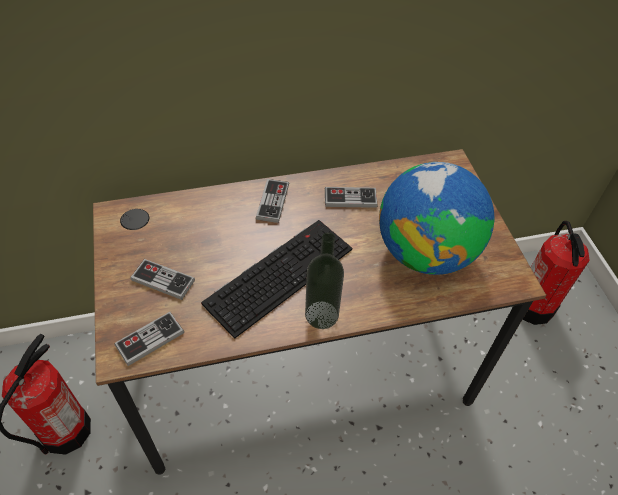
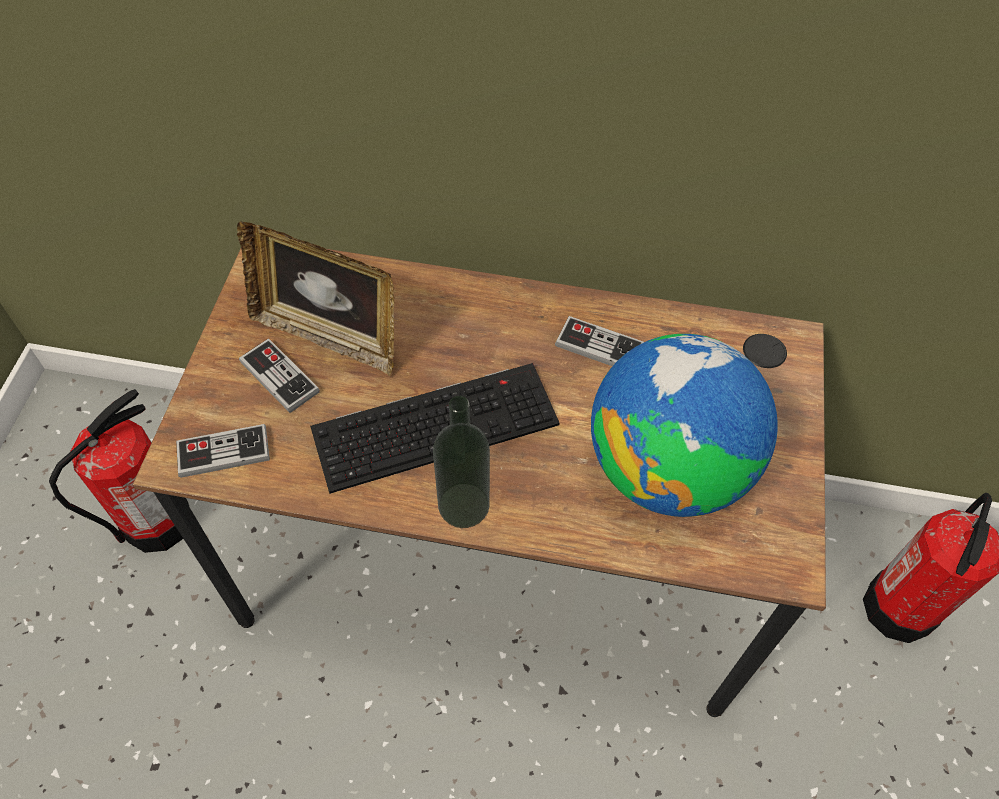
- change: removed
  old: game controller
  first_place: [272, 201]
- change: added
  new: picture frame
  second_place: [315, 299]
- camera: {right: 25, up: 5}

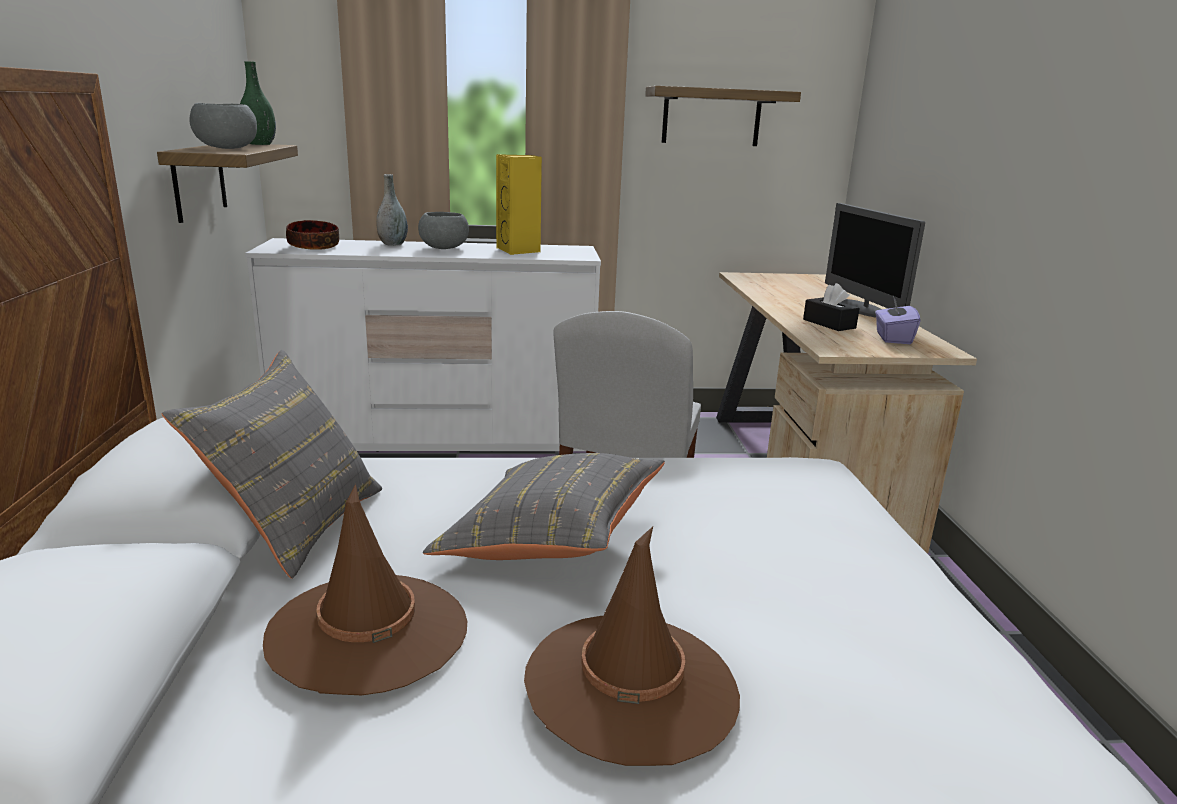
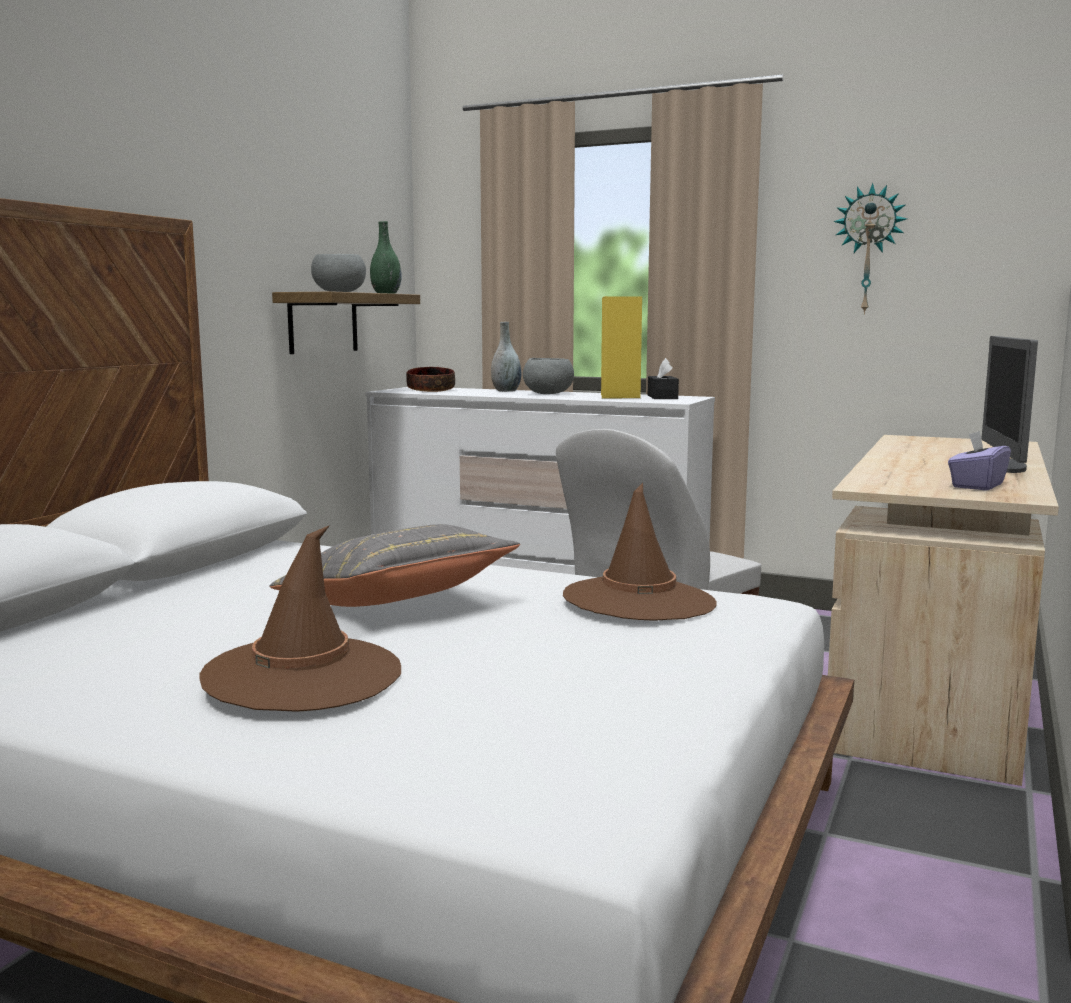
- change: removed
  old: pillow in grey
  first_place: [271, 464]
- change: moved
  old: hat in brown
  first_place: [365, 589]
  second_place: [640, 552]
- change: replaced
  old: shelf
  new: wall clock
  first_place: [723, 116]
  second_place: [870, 249]
- change: moved
  old: tissue box in black
  first_place: [831, 307]
  second_place: [663, 378]
- camera: {right: 30, up: -10}

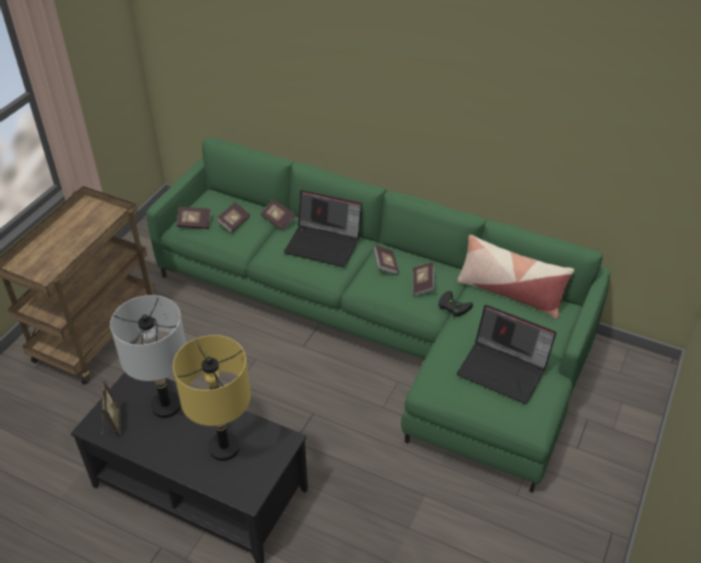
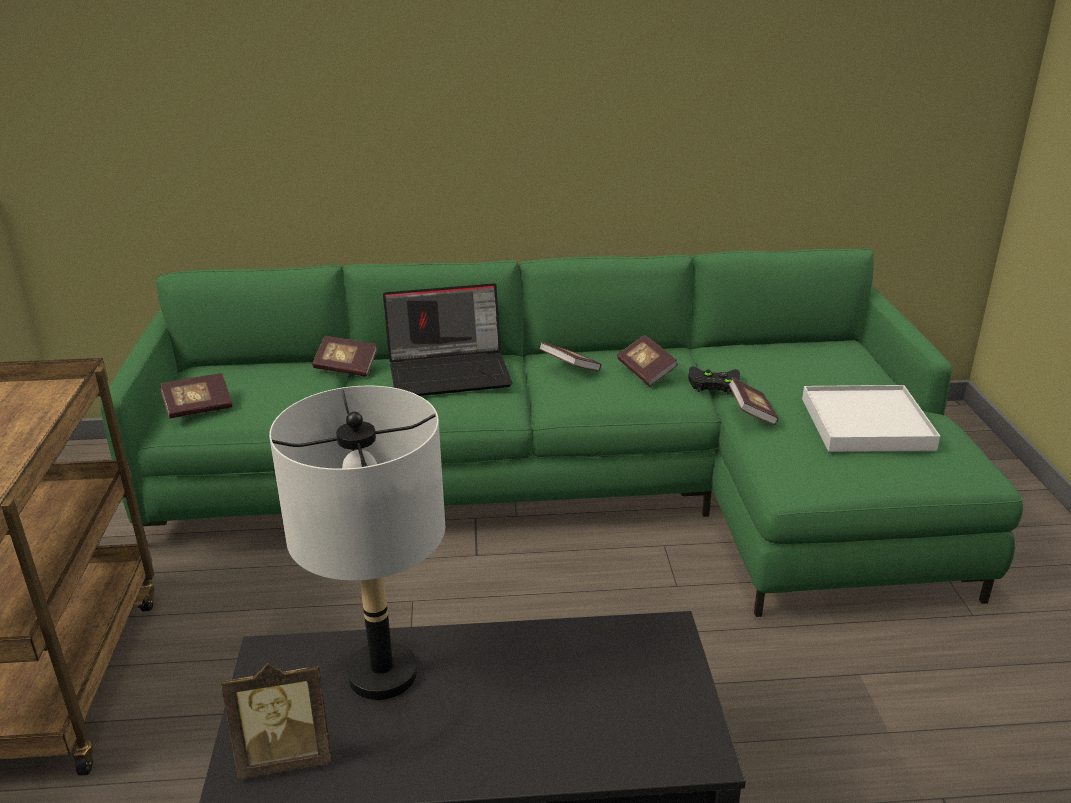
- change: turned
  old: picture frame
  first_place: [111, 409]
  second_place: [276, 721]
  degrees: 120
- change: removed
  old: table lamp in yellow
  first_place: [212, 398]
- change: moved
  old: book
  first_place: [233, 217]
  second_place: [753, 401]
- change: replaced
  old: laptop
  new: tray in white
  first_place: [506, 354]
  second_place: [871, 418]
- change: removed
  old: pillow
  first_place: [515, 277]
- camera: {right: -30, up: -15}

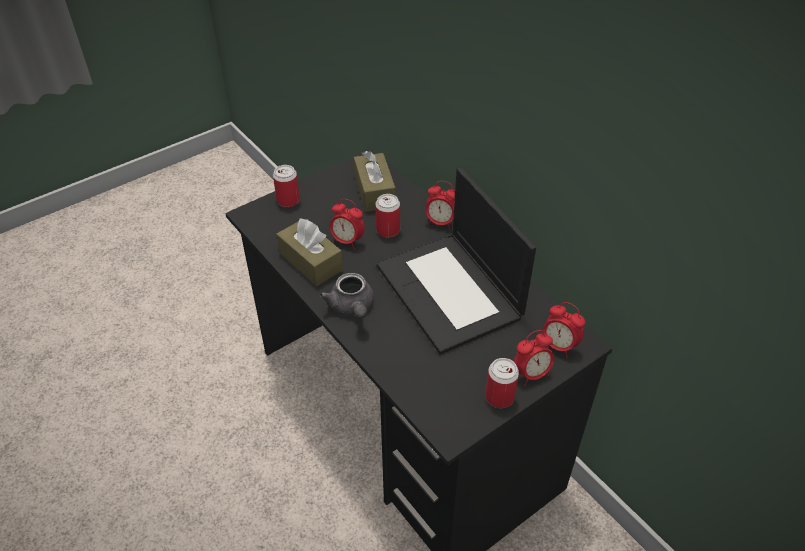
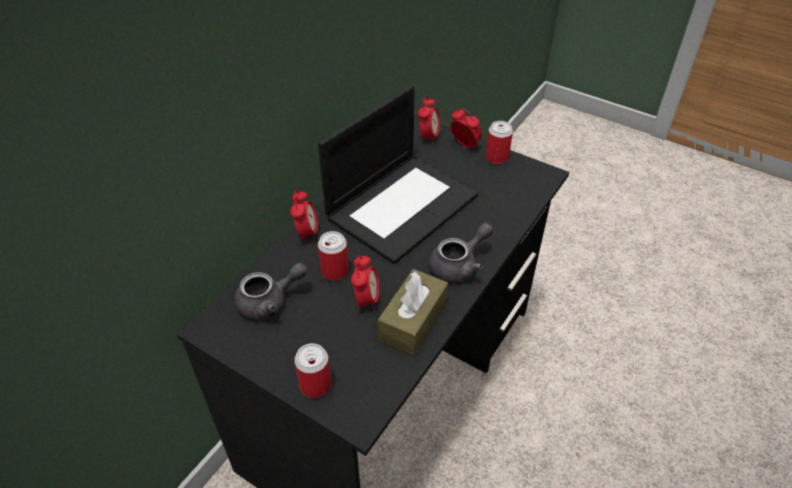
- change: replaced
  old: tissue box in brown
  new: teapot in grey
  first_place: [375, 181]
  second_place: [271, 291]
- camera: {right: -110, up: 0}

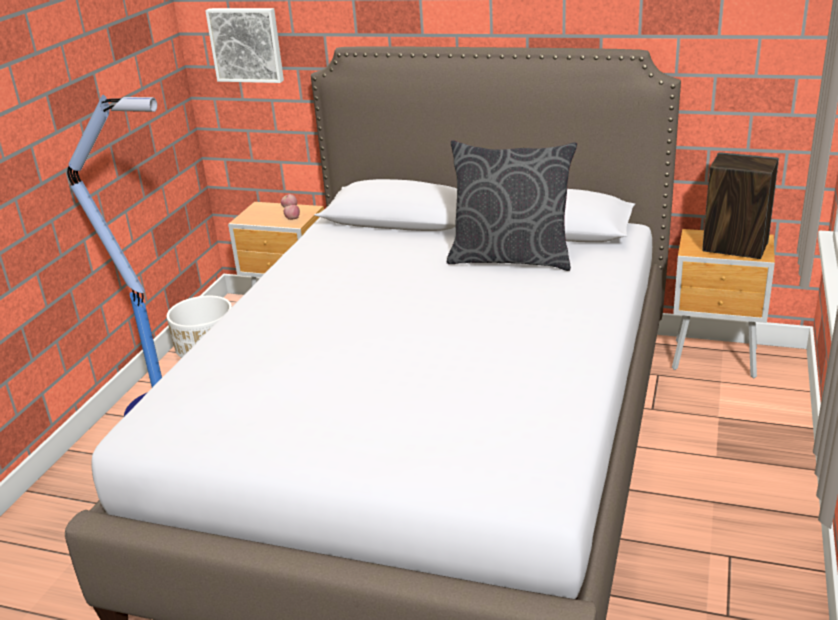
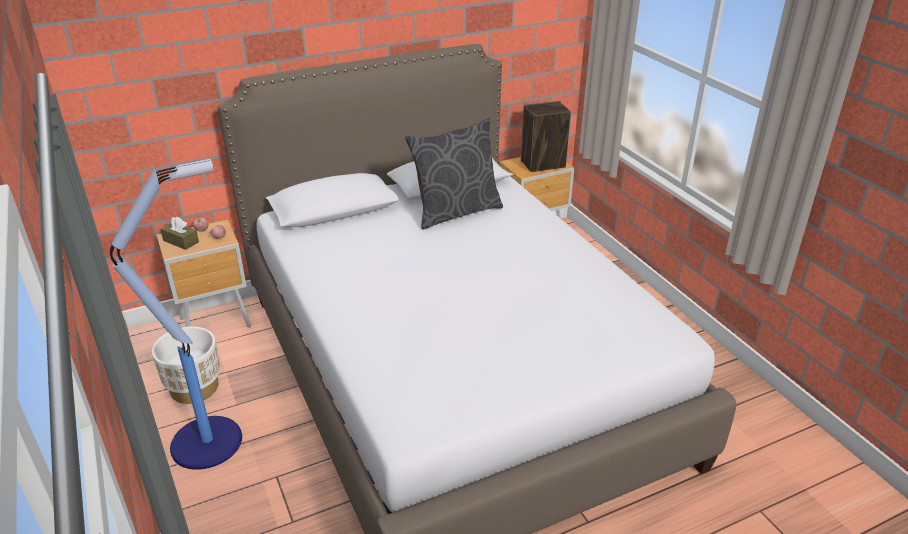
- change: removed
  old: picture
  first_place: [244, 45]
- change: added
  new: tissue box in brown
  second_place: [179, 233]
- camera: {right: -45, up: 5}

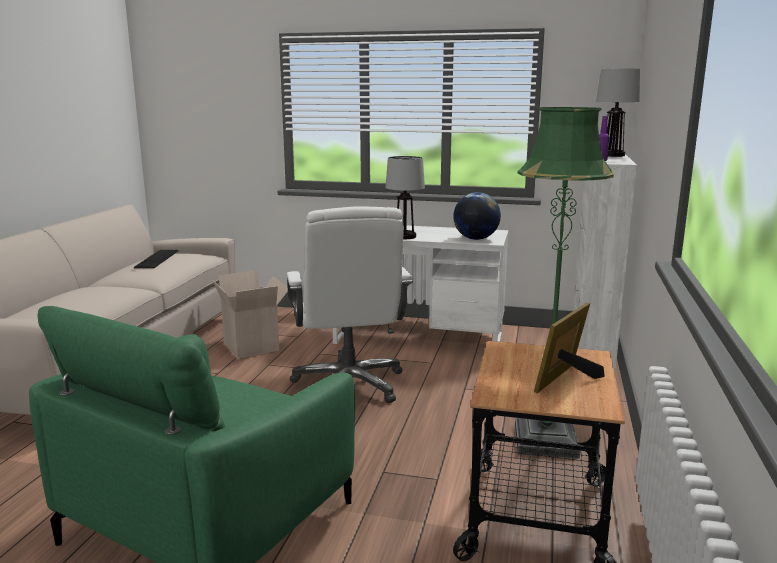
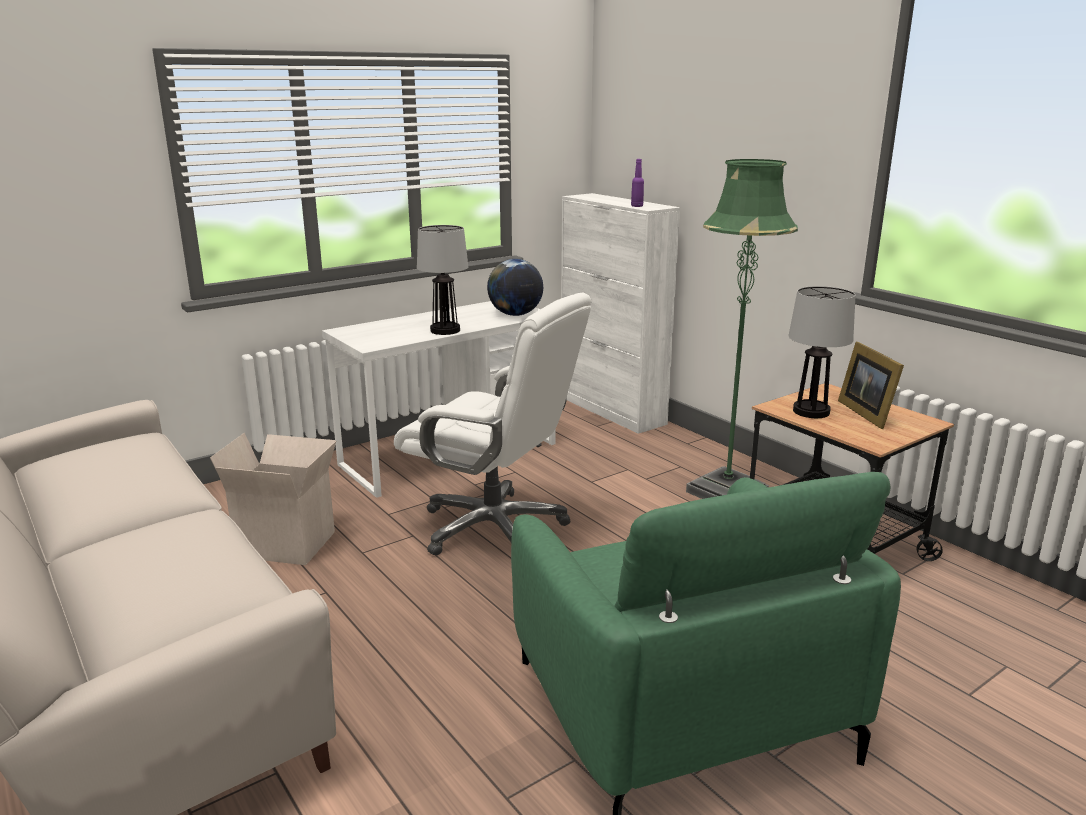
- change: removed
  old: keyboard
  first_place: [156, 259]
- change: moved
  old: table lamp
  first_place: [618, 112]
  second_place: [821, 352]
- camera: {right: -50, up: 5}

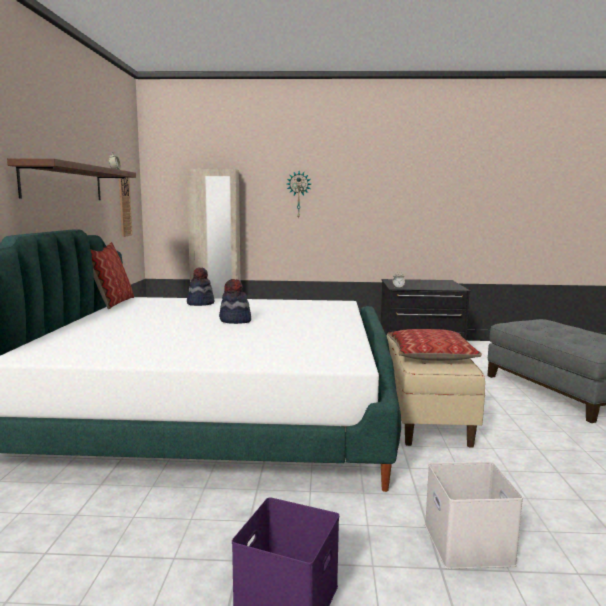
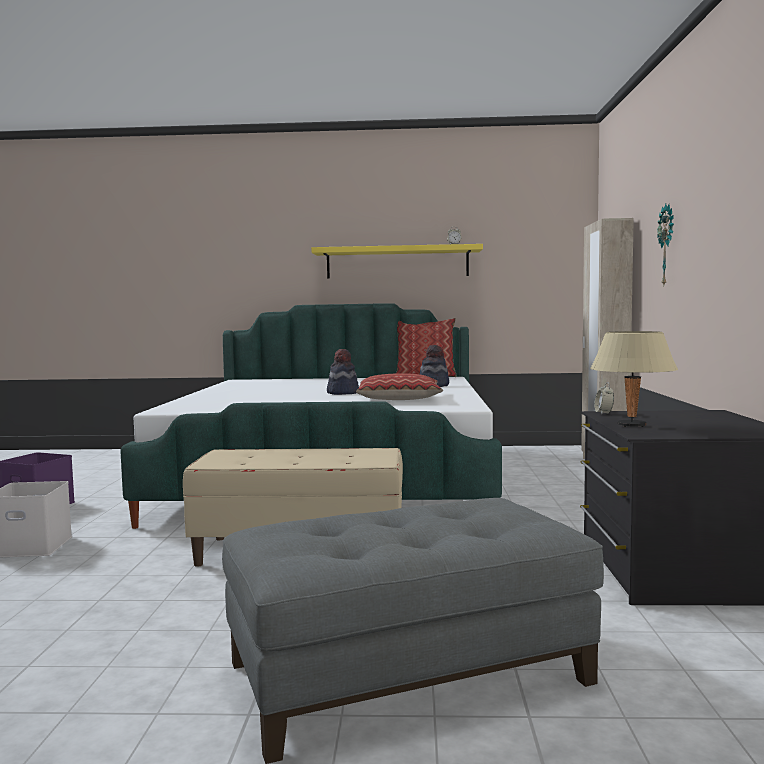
- change: recoloured
  old: shelf in brown
  new: shelf in yellow
  first_place: [71, 179]
  second_place: [397, 261]
- change: removed
  old: wall clock
  first_place: [125, 207]
- change: moved
  old: pillow
  first_place: [435, 345]
  second_place: [399, 386]
- change: added
  new: table lamp in beige
  second_place: [634, 379]
- camera: {right: 90, up: -5}

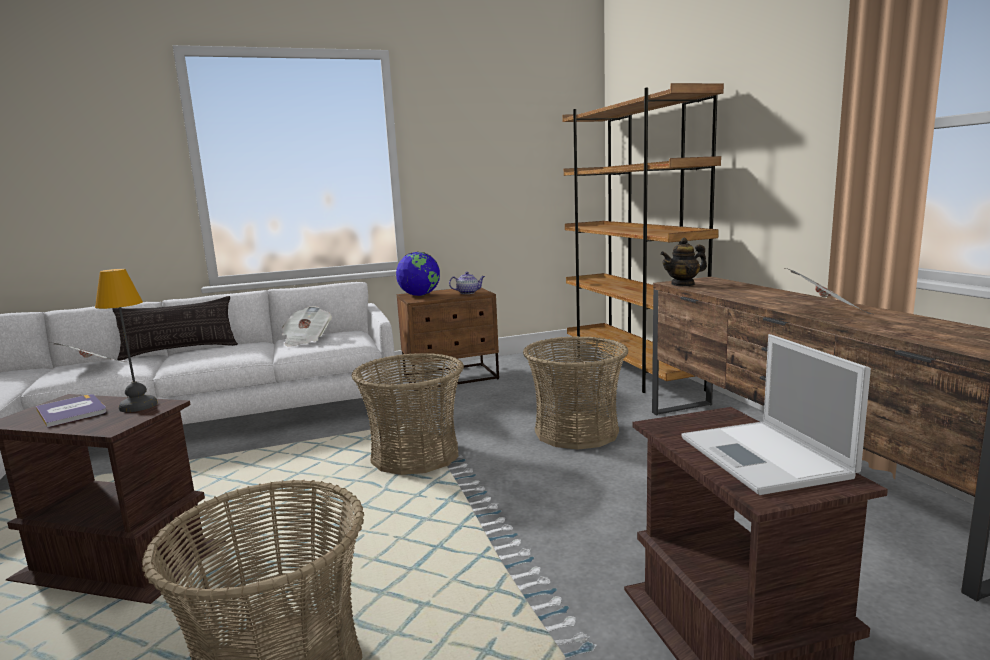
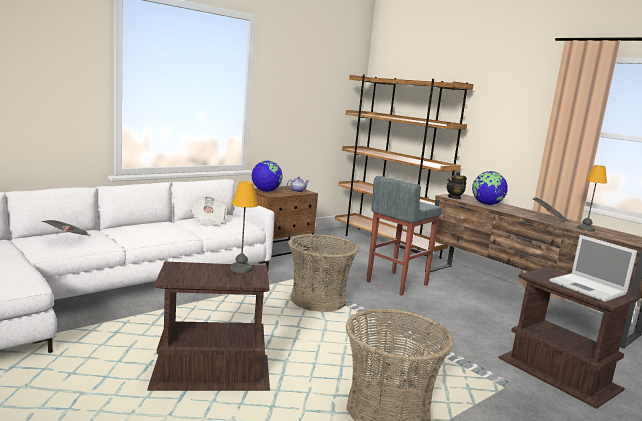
- change: removed
  old: book
  first_place: [71, 410]
- change: removed
  old: pillow
  first_place: [175, 328]
- change: replaced
  old: basket
  new: stool in grey
  first_place: [576, 393]
  second_place: [404, 236]
- change: added
  new: globe
  second_place: [490, 188]
- change: added
  new: table lamp
  second_place: [592, 198]
- camera: {right: -25, up: 0}

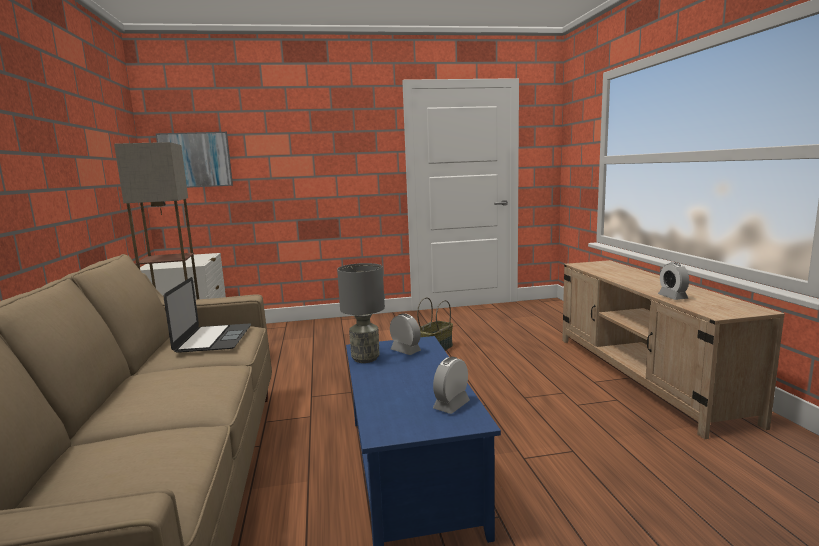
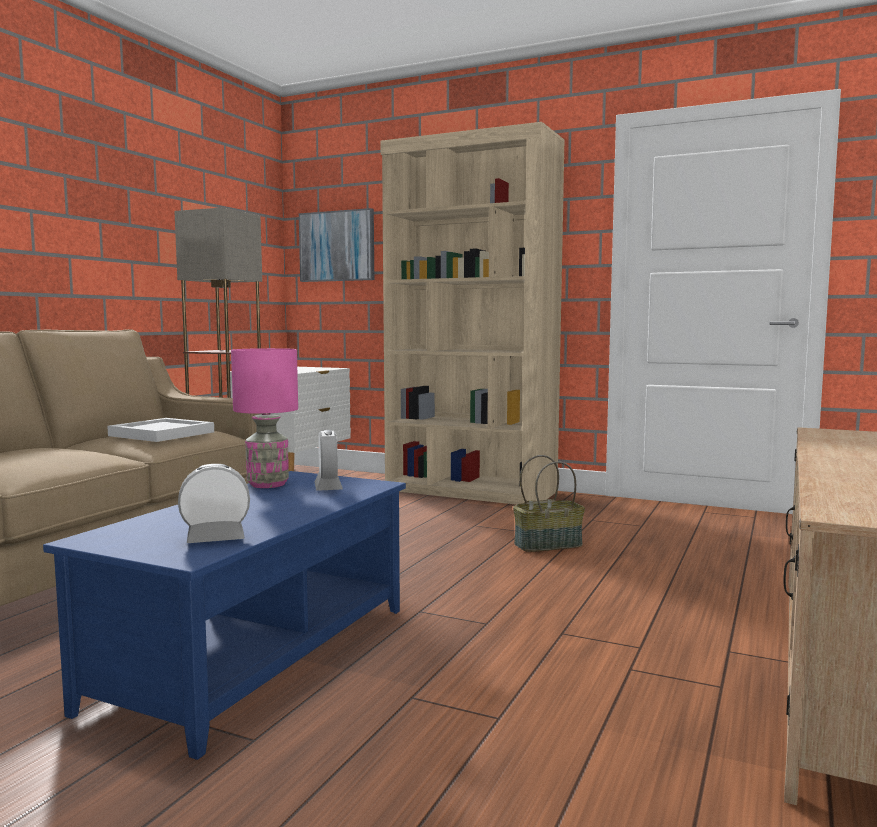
- change: replaced
  old: laptop
  new: tray in white
  first_place: [207, 315]
  second_place: [160, 430]
- change: recoloured
  old: table lamp in grey
  new: table lamp in pink
  first_place: [361, 313]
  second_place: [264, 418]
- change: removed
  old: alarm clock
  first_place: [673, 281]
- change: added
  new: bookcase in beige
  second_place: [473, 313]
- camera: {right: 35, up: -5}

